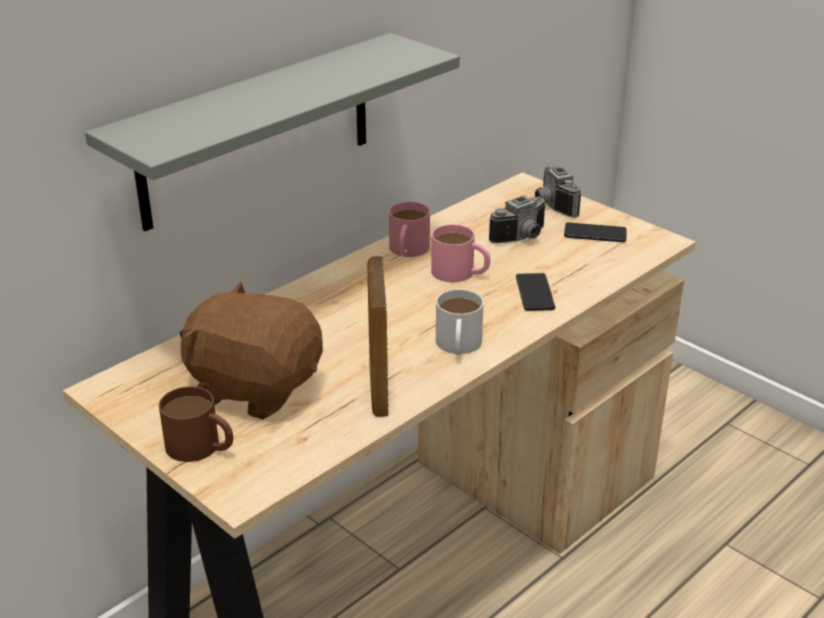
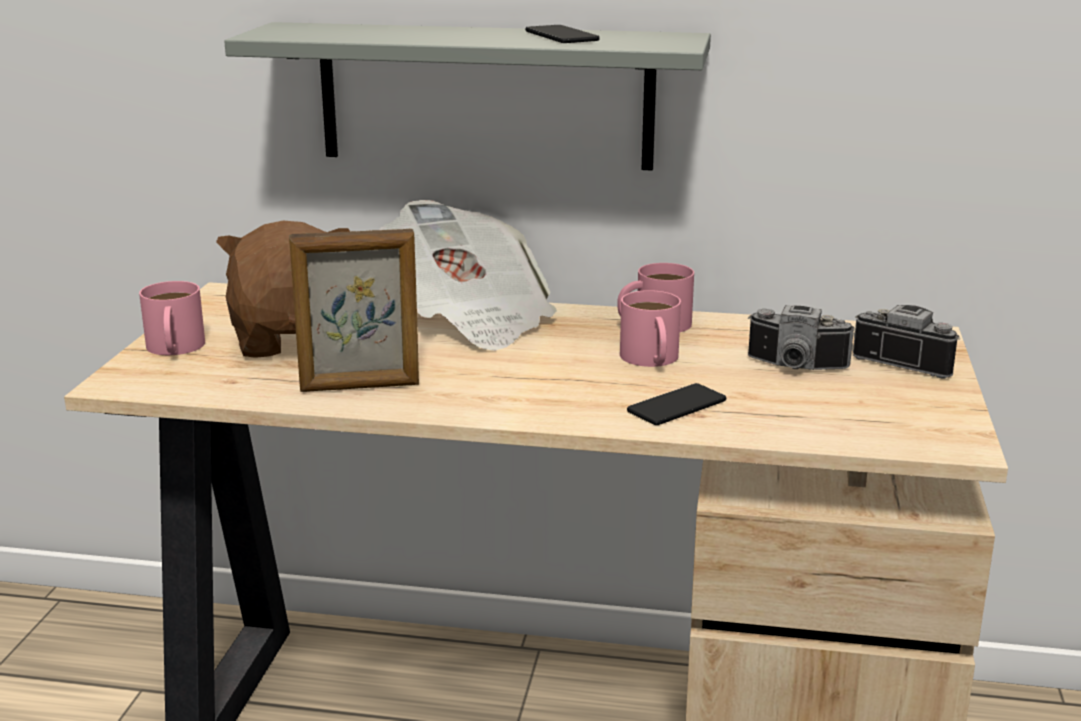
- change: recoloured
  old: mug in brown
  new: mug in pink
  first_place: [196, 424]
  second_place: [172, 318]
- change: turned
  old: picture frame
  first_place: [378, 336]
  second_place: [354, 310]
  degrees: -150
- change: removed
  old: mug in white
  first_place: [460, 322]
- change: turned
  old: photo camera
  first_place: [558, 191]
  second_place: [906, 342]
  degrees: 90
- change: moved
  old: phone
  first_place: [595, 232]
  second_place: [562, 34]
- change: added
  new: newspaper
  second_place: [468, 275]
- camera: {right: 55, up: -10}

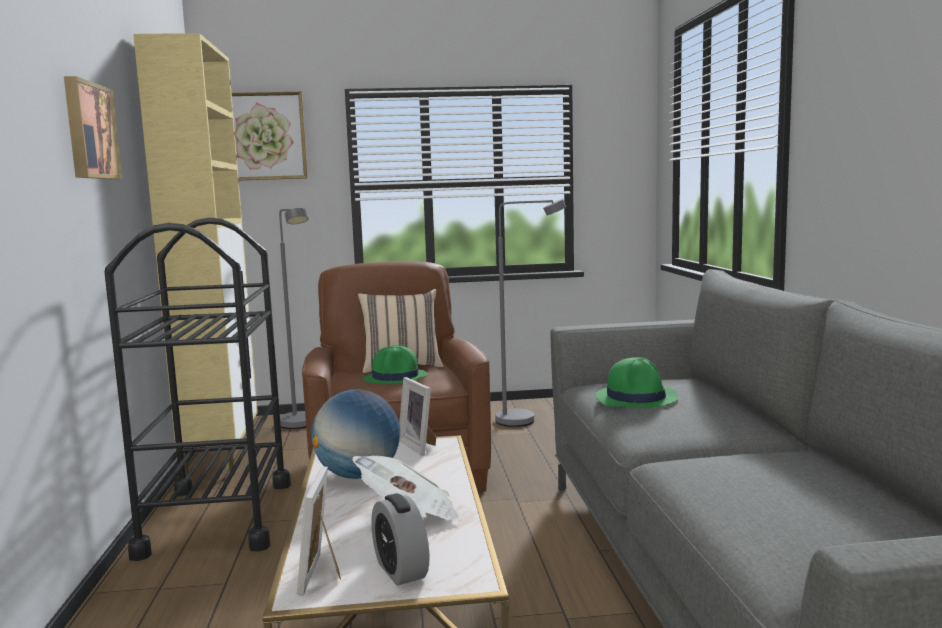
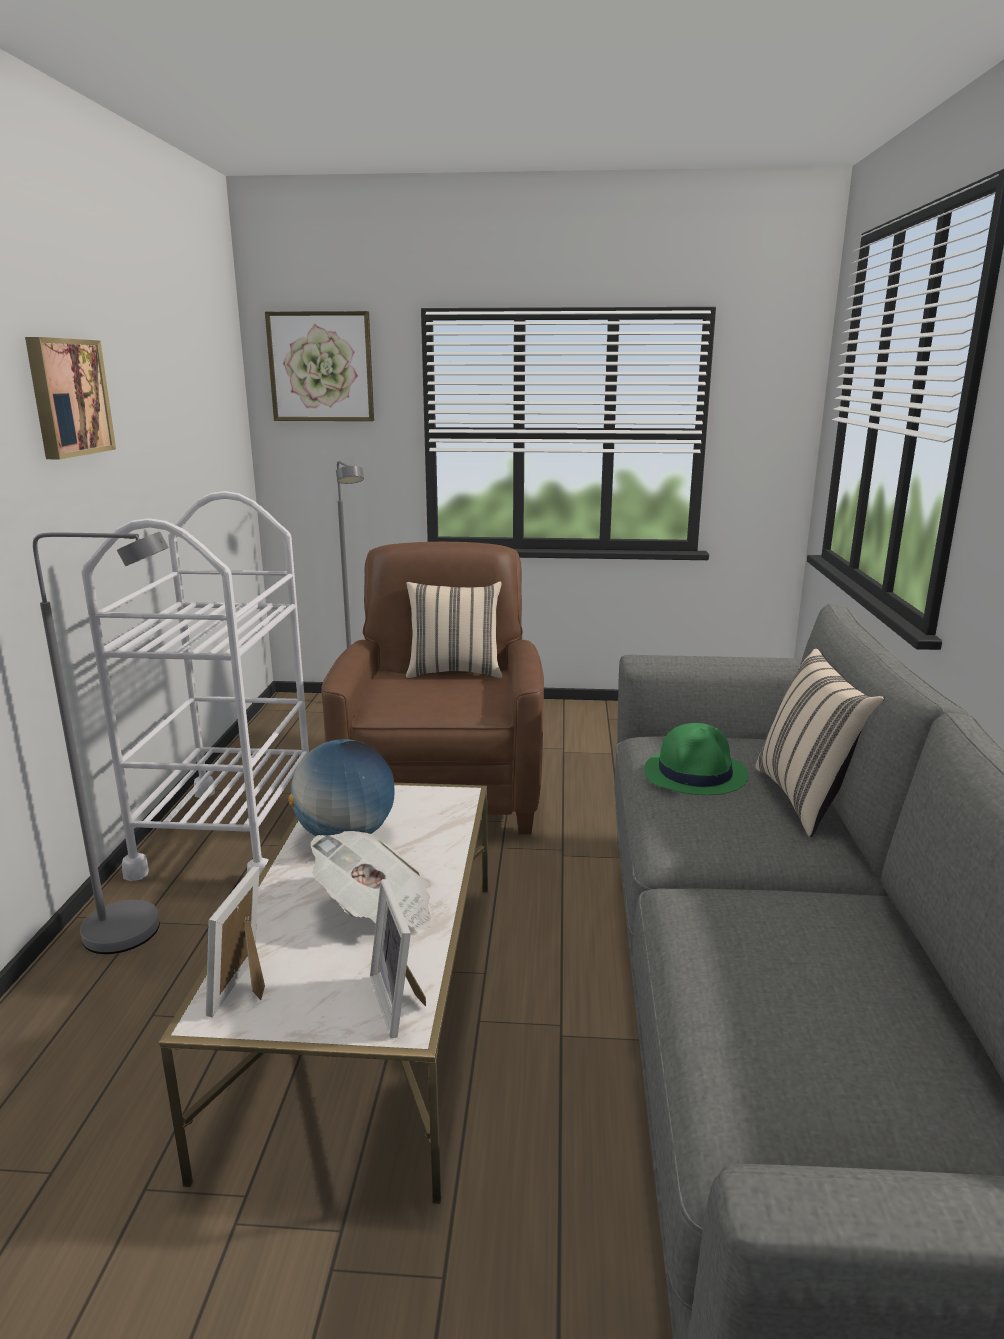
- change: recoloured
  old: cart in black
  new: cart in white
  first_place: [197, 389]
  second_place: [195, 686]
- change: removed
  old: cabinet in beige
  first_place: [195, 254]
- change: removed
  old: hat in green
  first_place: [395, 365]
- change: removed
  old: alarm clock
  first_place: [400, 539]
- change: moved
  old: picture frame
  first_place: [417, 416]
  second_place: [398, 958]
- change: moved
  old: floor lamp in grey
  first_place: [530, 313]
  second_place: [101, 743]
- change: added
  new: pillow in beige
  second_place: [820, 742]
- camera: {right: 10, up: 10}

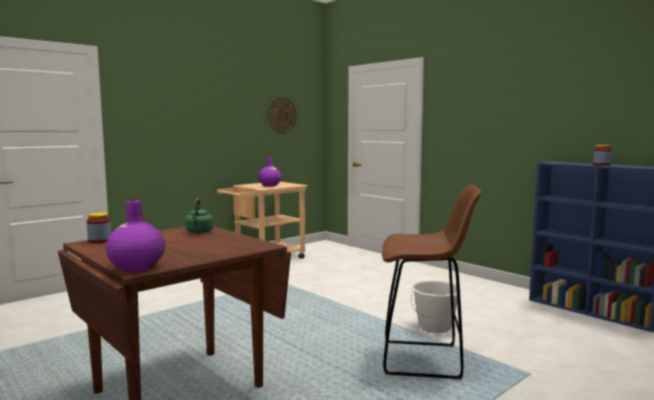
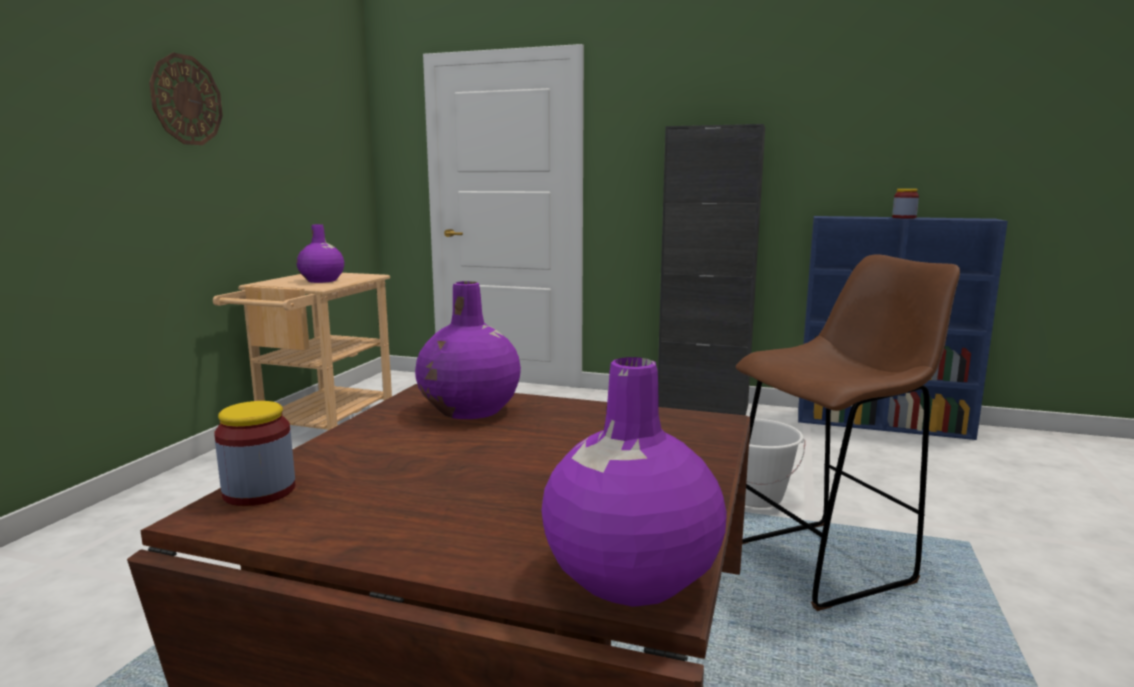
- change: replaced
  old: kettle in green
  new: vase in purple
  first_place: [199, 215]
  second_place: [468, 350]
- change: moved
  old: wall clock
  first_place: [282, 115]
  second_place: [186, 99]
- change: added
  new: cabinet in black
  second_place: [711, 269]
- camera: {right: -30, up: 5}

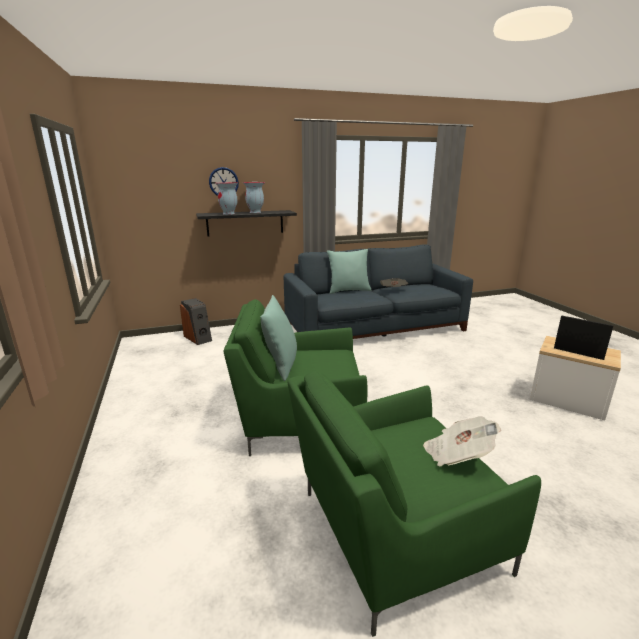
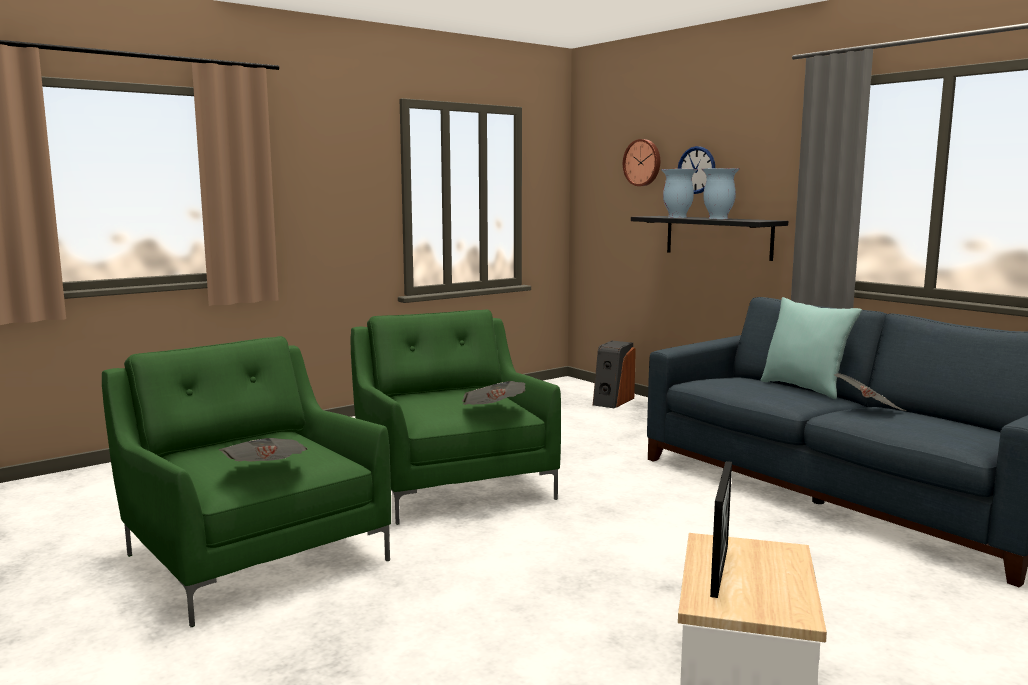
- change: removed
  old: pillow in turquoise
  first_place: [278, 338]
- change: added
  new: newspaper
  second_place: [494, 393]
- change: added
  new: wall clock
  second_place: [641, 162]
- camera: {right: 70, up: -10}

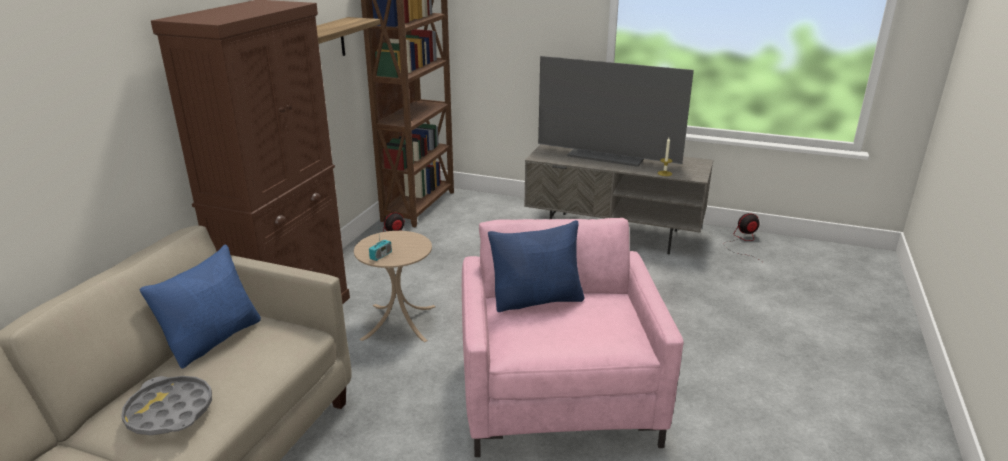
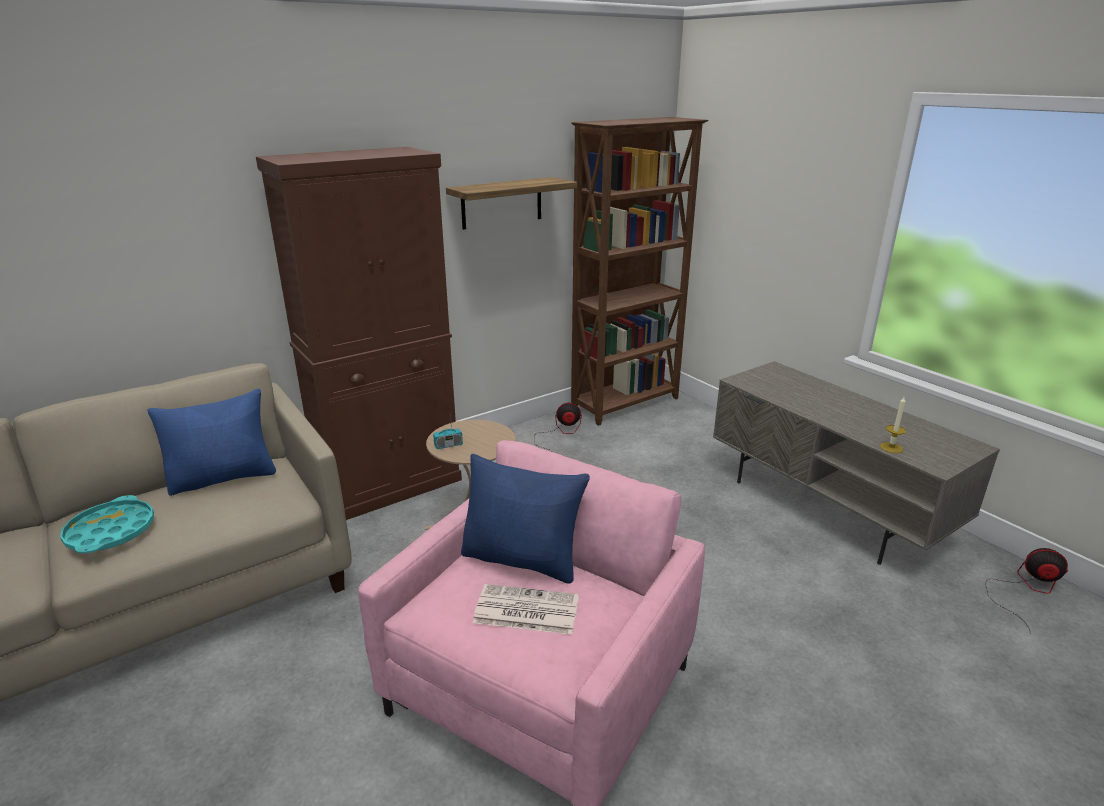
- change: recoloured
  old: tray in grey
  new: tray in turquoise
  first_place: [166, 405]
  second_place: [107, 524]
- change: removed
  old: television
  first_place: [616, 111]
- change: added
  new: newspaper
  second_place: [526, 609]
- camera: {right: 35, up: 0}

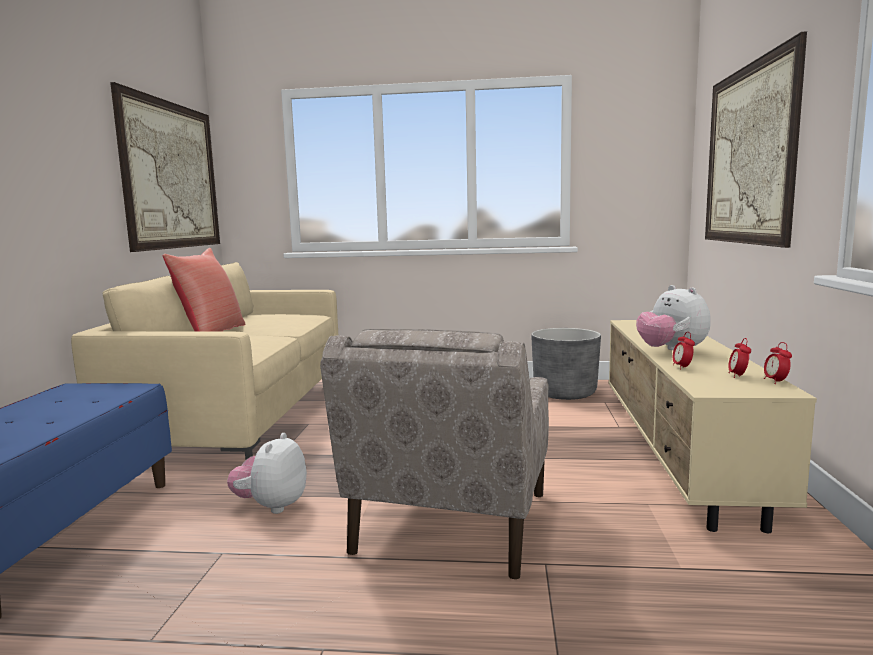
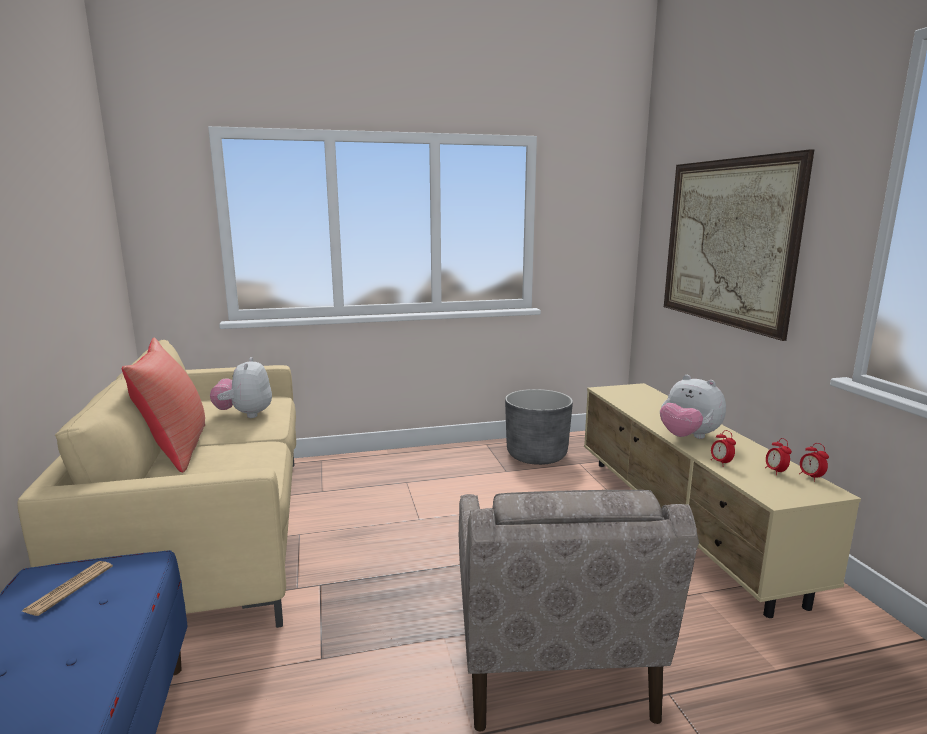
- change: removed
  old: picture
  first_place: [165, 167]
- change: moved
  old: plush toy
  first_place: [267, 473]
  second_place: [241, 387]
- change: added
  new: newspaper
  second_place: [67, 588]
- camera: {right: -20, up: 5}

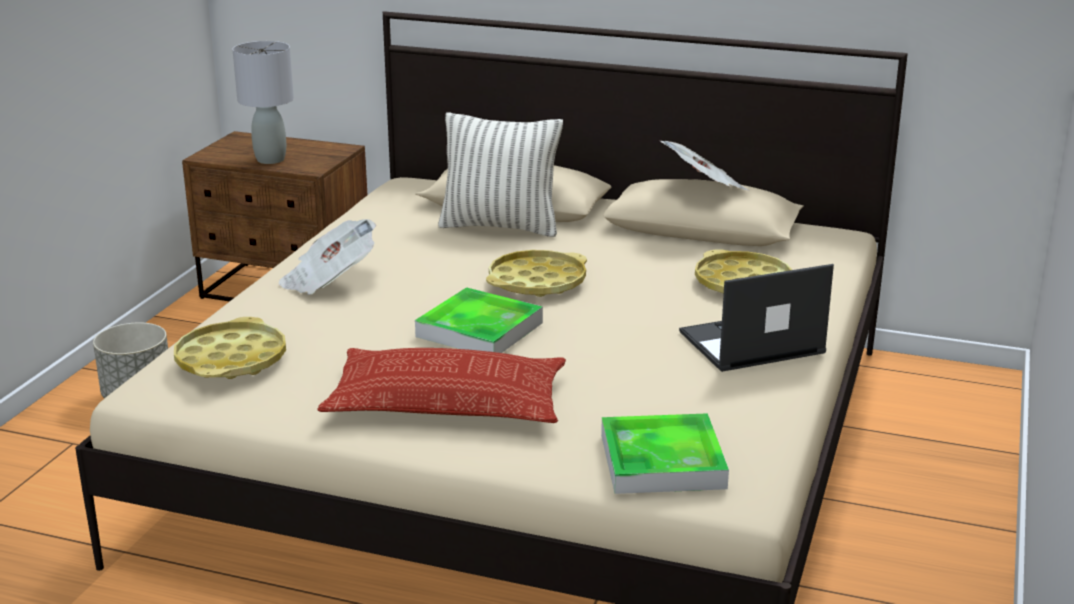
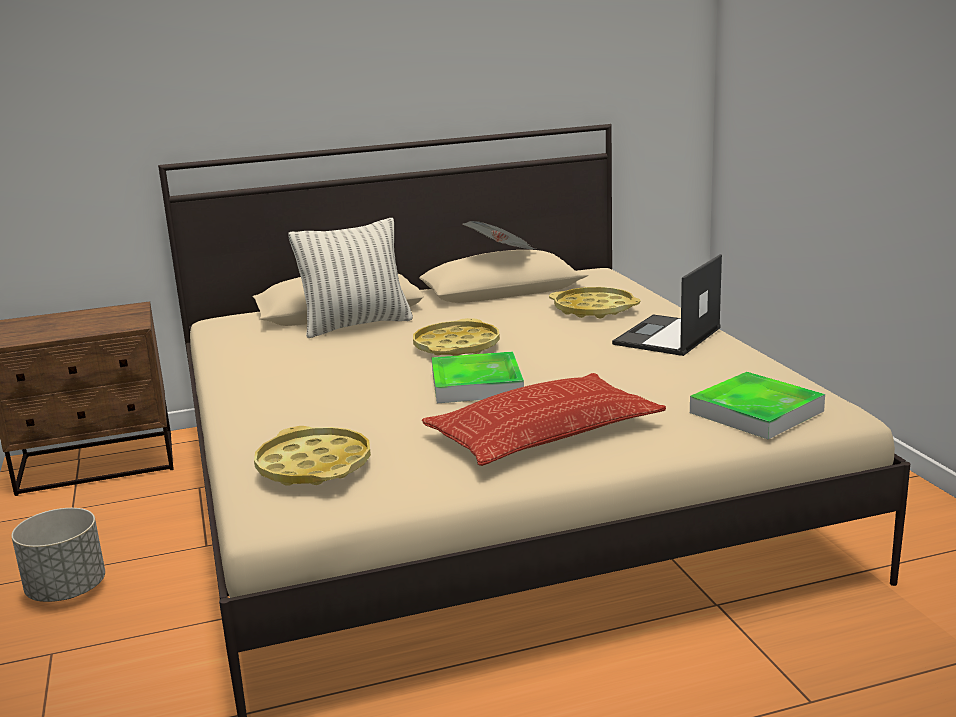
- change: removed
  old: table lamp in grey
  first_place: [263, 102]
- change: removed
  old: newspaper
  first_place: [327, 257]
- camera: {right: -35, up: -5}

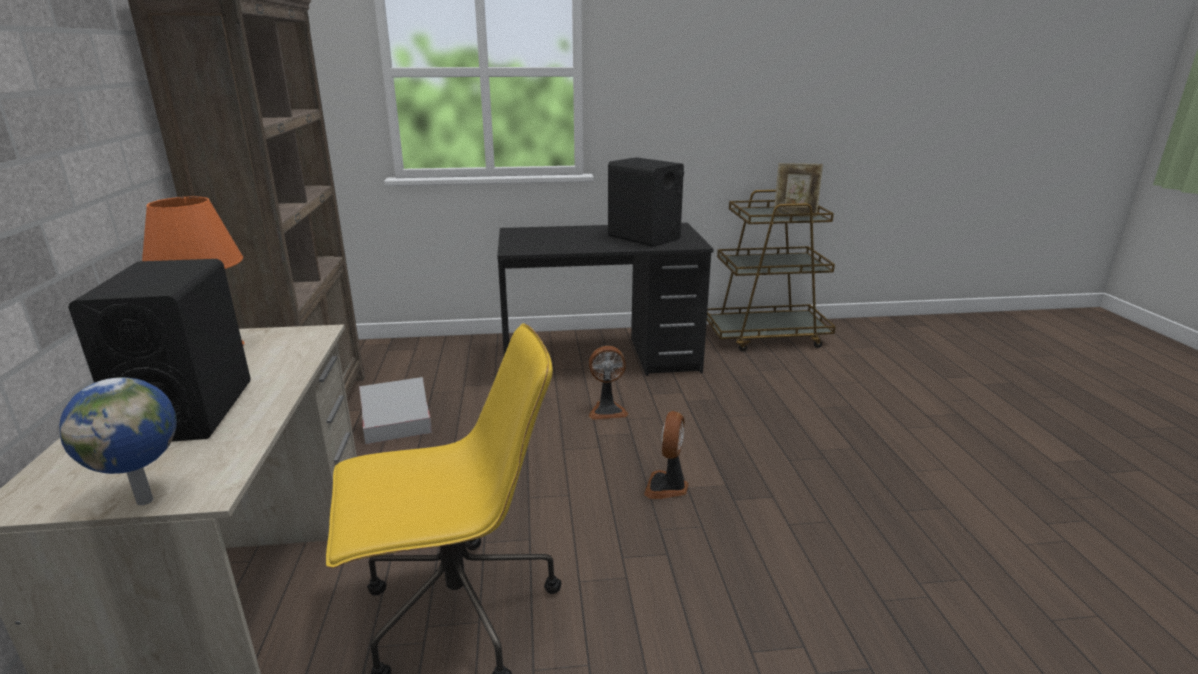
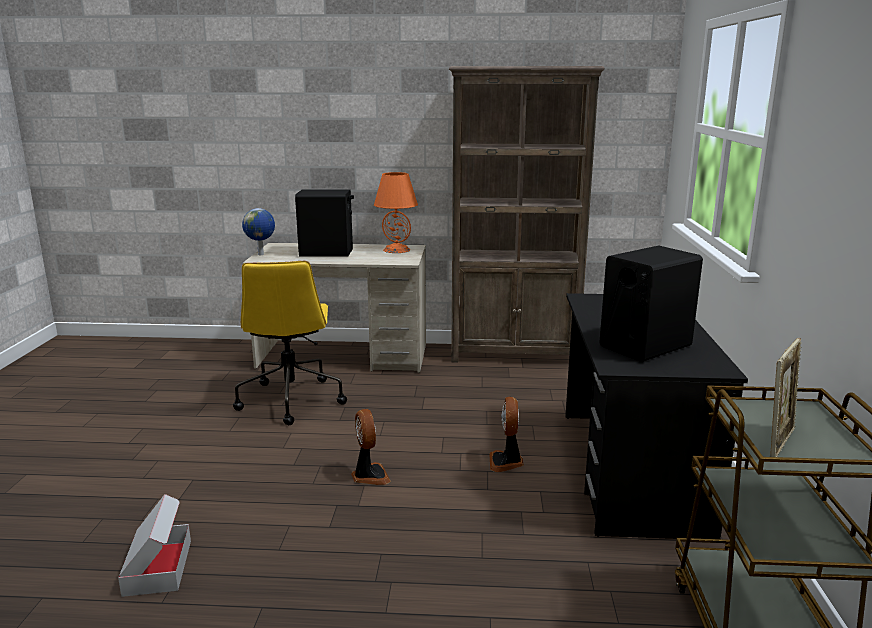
- change: moved
  old: cardboard box
  first_place: [395, 410]
  second_place: [154, 545]
- change: turned
  old: fan
  first_place: [666, 455]
  second_place: [371, 447]
  degrees: 45
- change: turned
  old: picture frame
  first_place: [798, 190]
  second_place: [786, 397]
  degrees: -150
- camera: {right: 100, up: -5}

